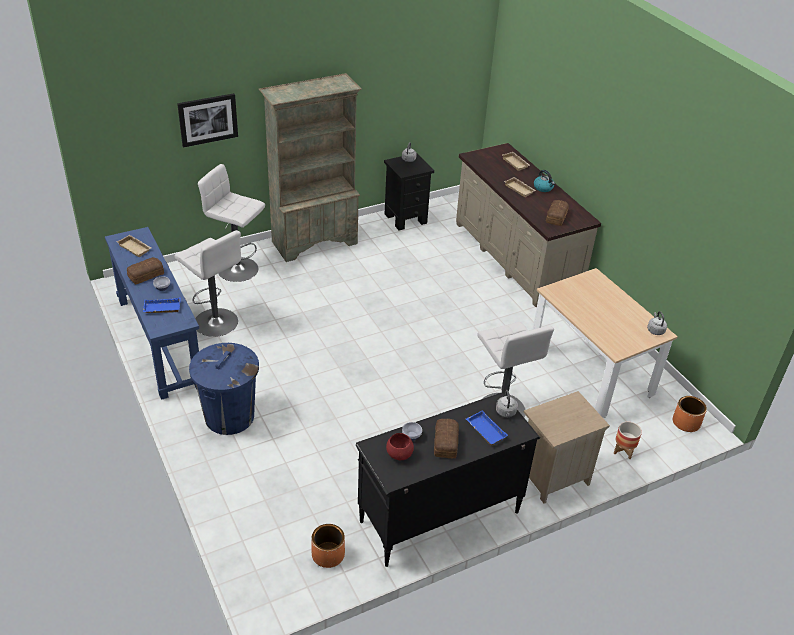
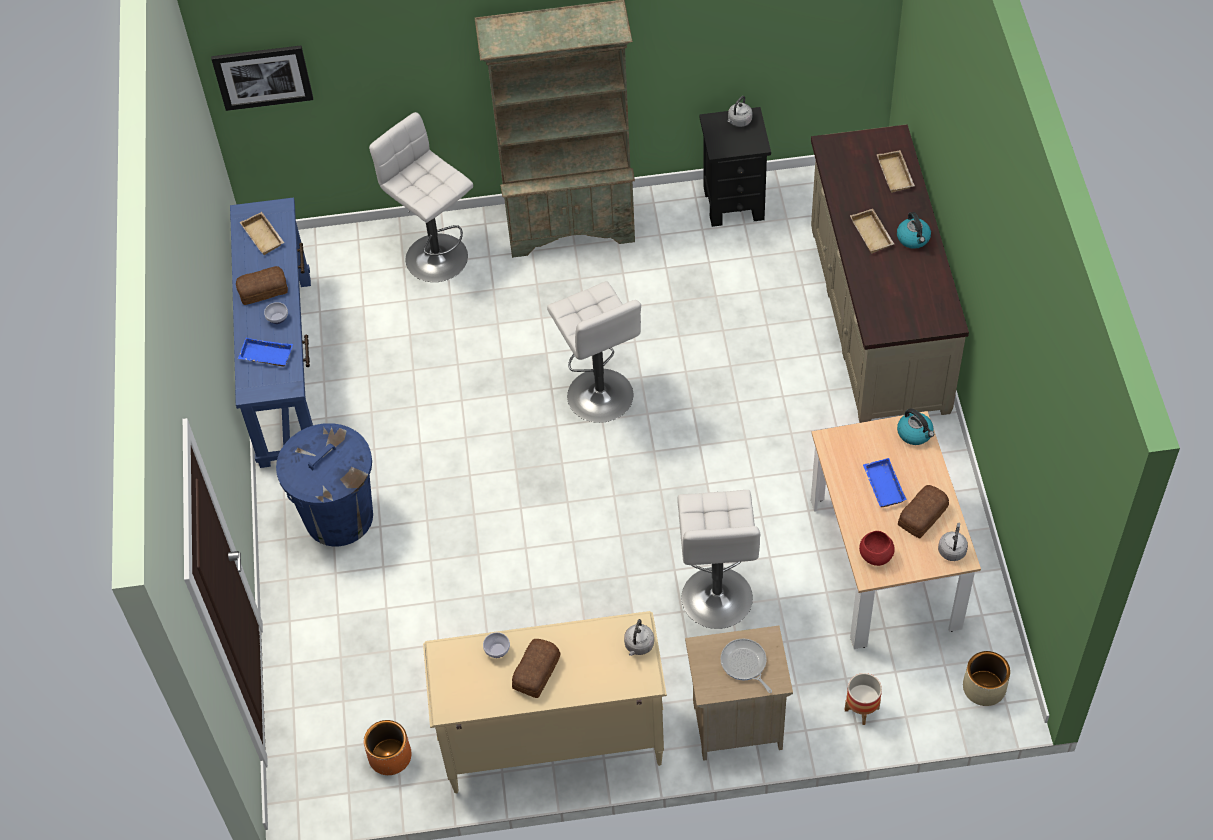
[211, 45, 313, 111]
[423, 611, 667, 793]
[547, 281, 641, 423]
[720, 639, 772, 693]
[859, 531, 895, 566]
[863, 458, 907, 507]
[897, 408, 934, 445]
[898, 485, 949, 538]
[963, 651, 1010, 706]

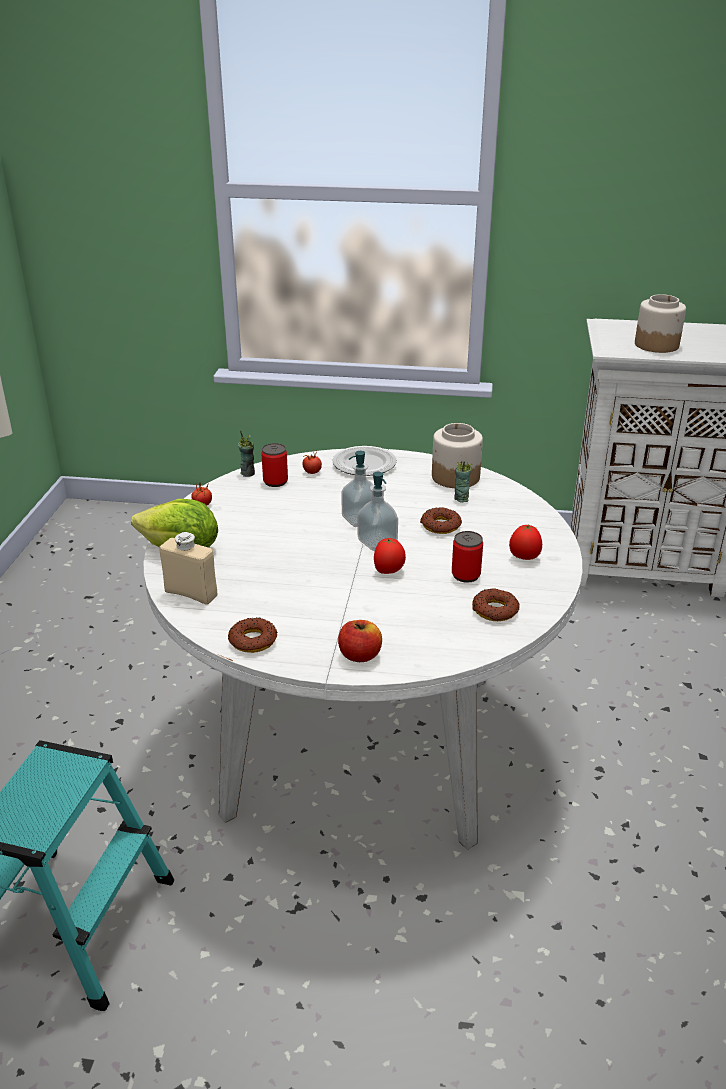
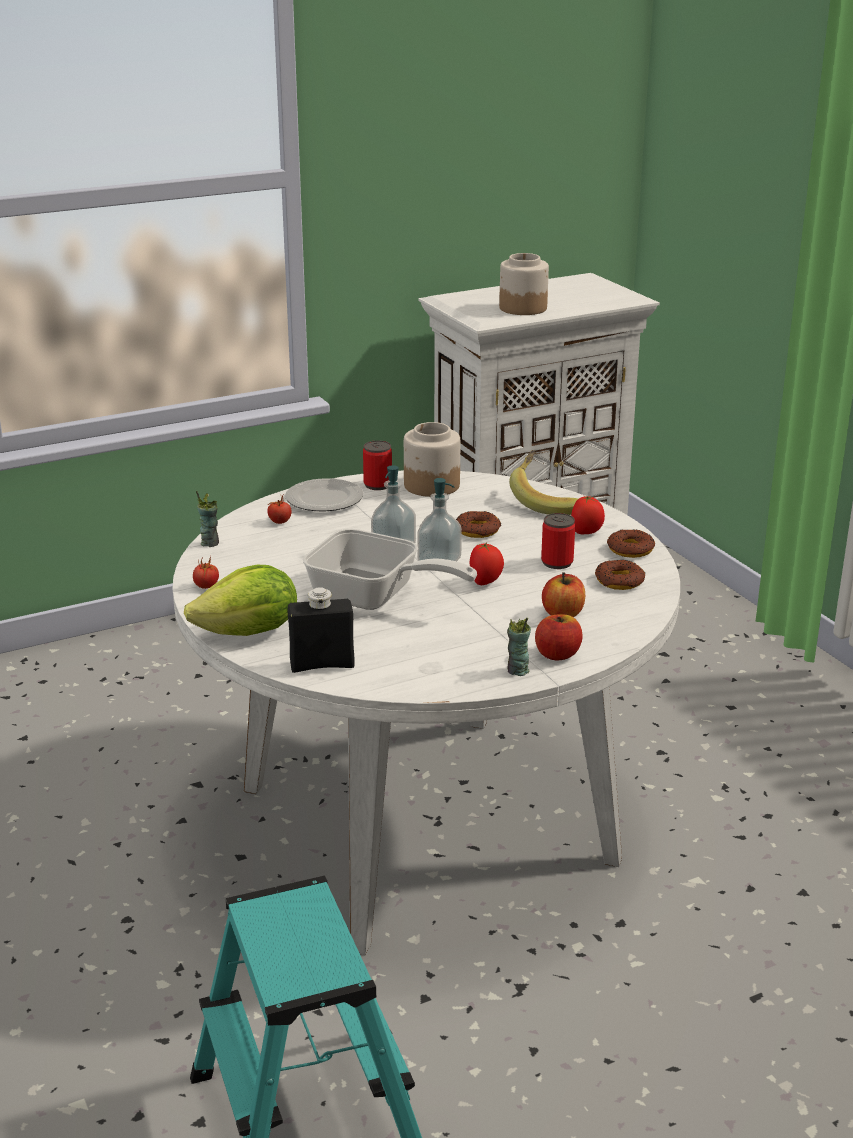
[287, 587, 355, 673]
[303, 529, 477, 610]
[363, 441, 392, 490]
[507, 618, 531, 676]
[509, 450, 578, 515]
[542, 572, 585, 617]
[607, 529, 655, 558]

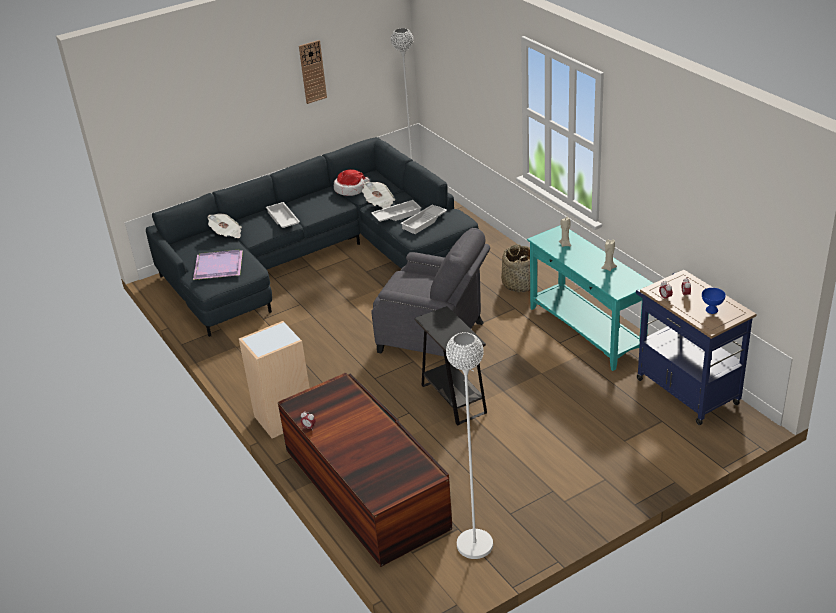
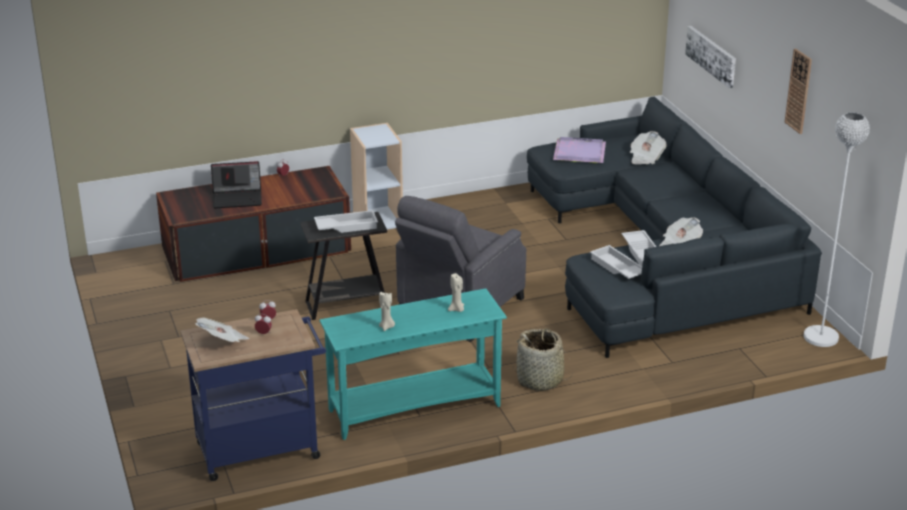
[195, 318, 250, 342]
[211, 161, 262, 208]
[314, 210, 378, 233]
[685, 26, 736, 88]
[334, 169, 369, 196] (first image)
[446, 332, 493, 559] (first image)

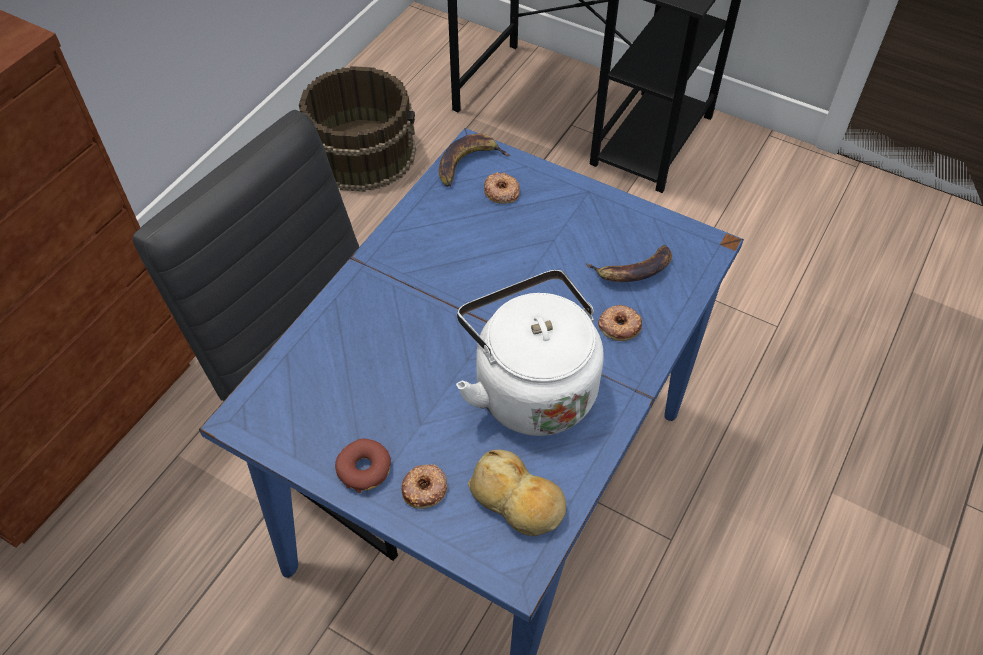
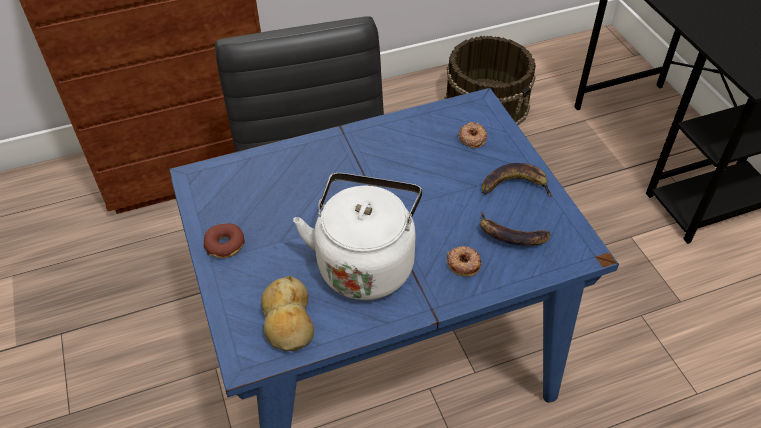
[482, 163, 553, 197]
[401, 464, 447, 509] (first image)

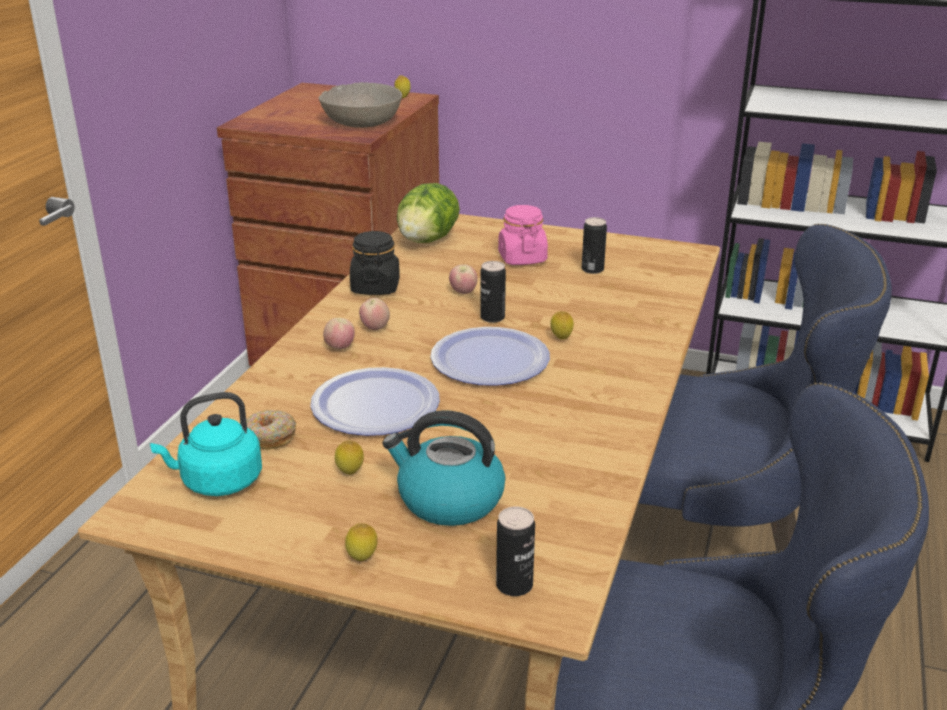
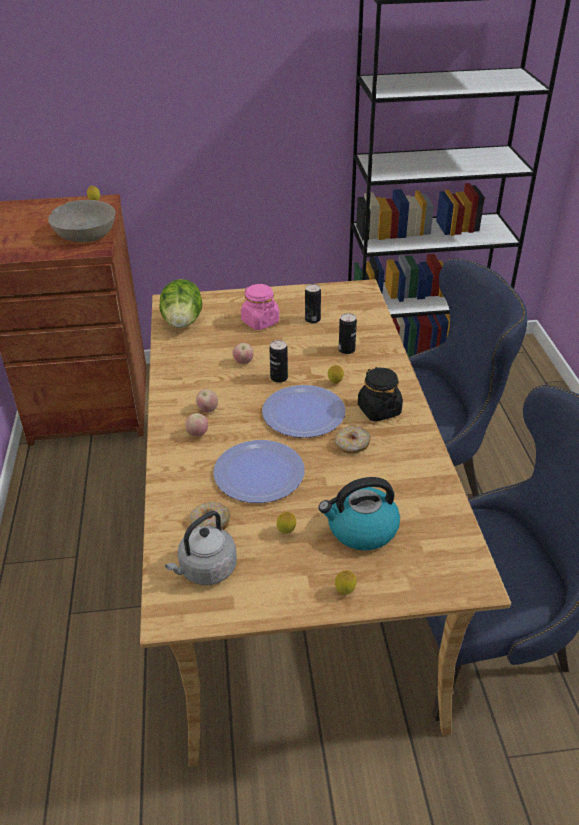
[165, 511, 237, 585]
[335, 426, 371, 454]
[339, 313, 357, 354]
[358, 367, 403, 422]

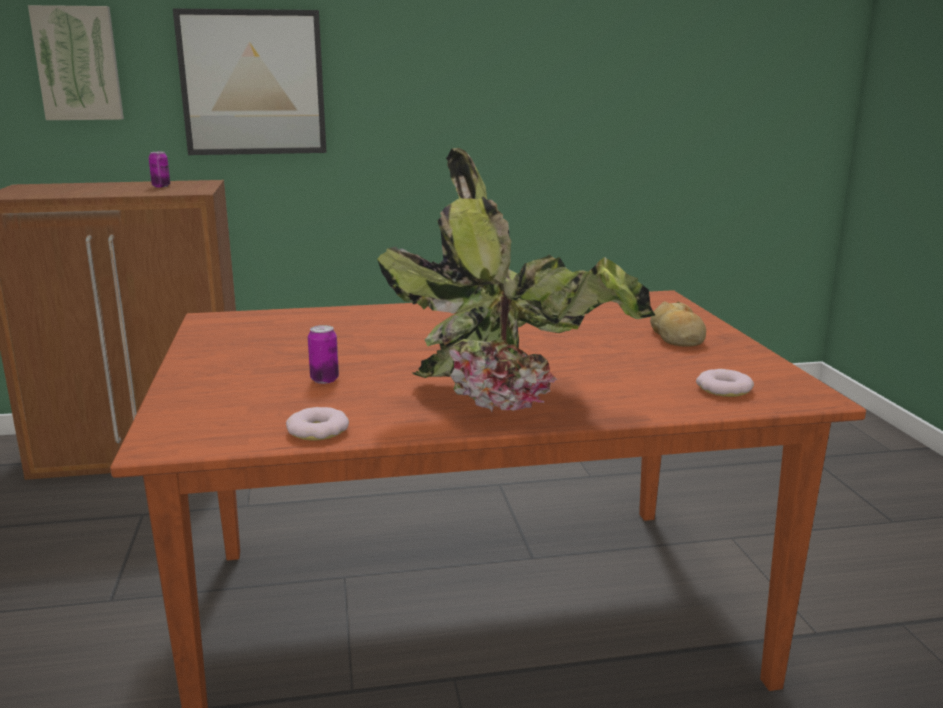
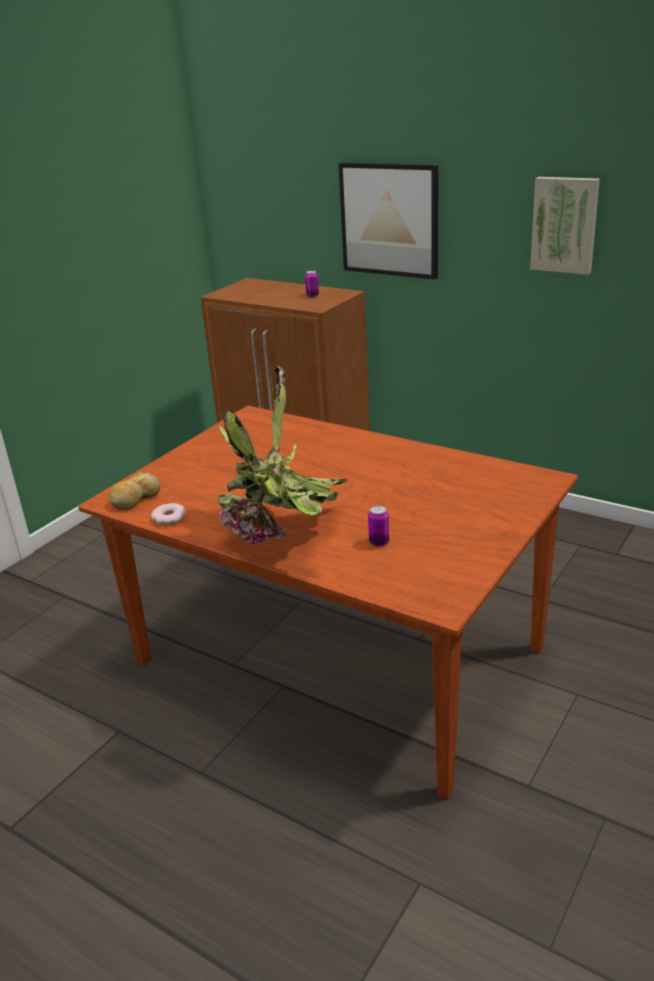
[109, 471, 161, 510]
[368, 506, 389, 547]
[530, 177, 600, 275]
[696, 369, 754, 397] (first image)

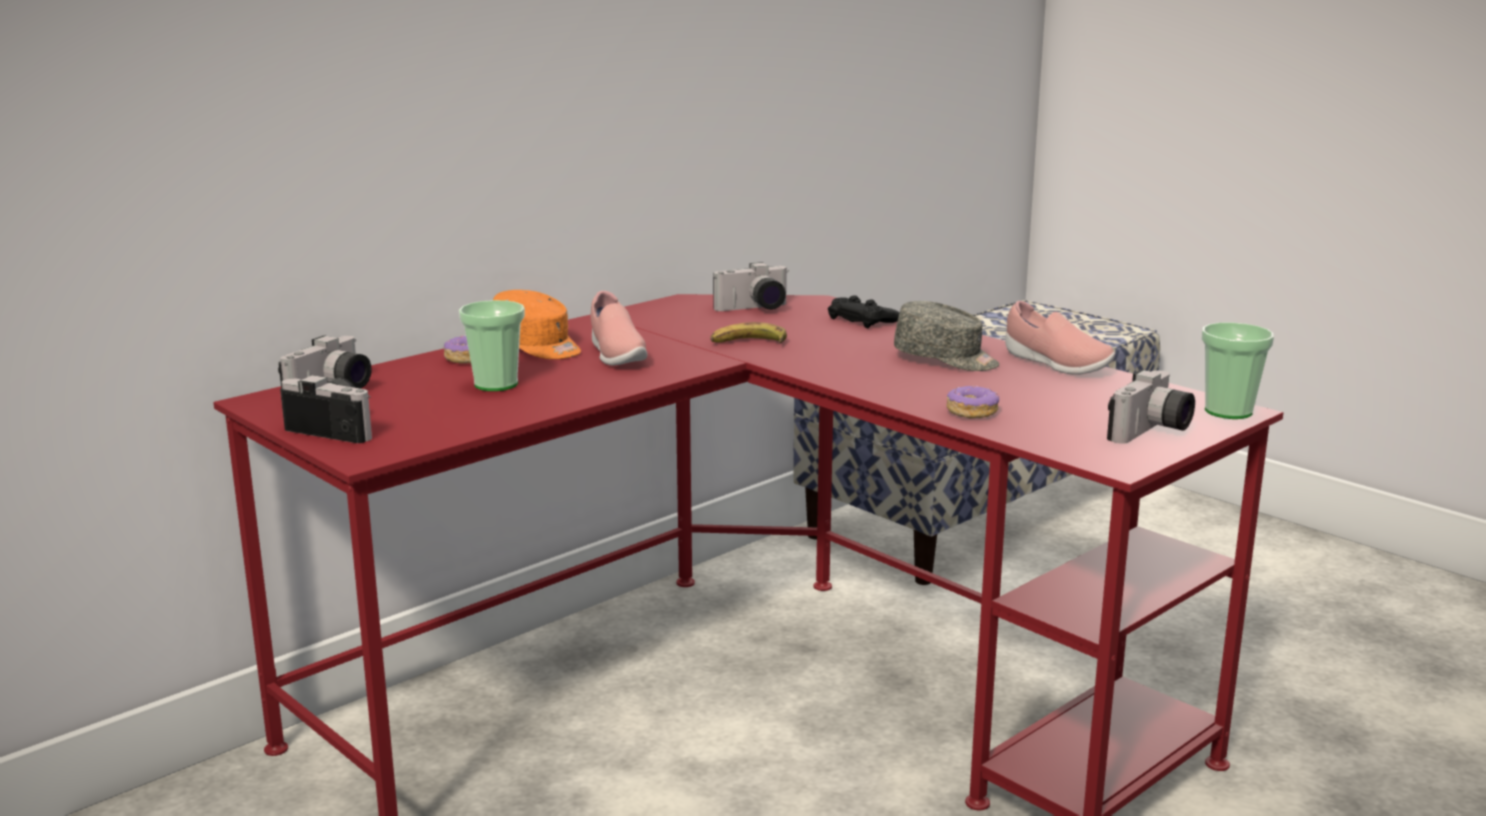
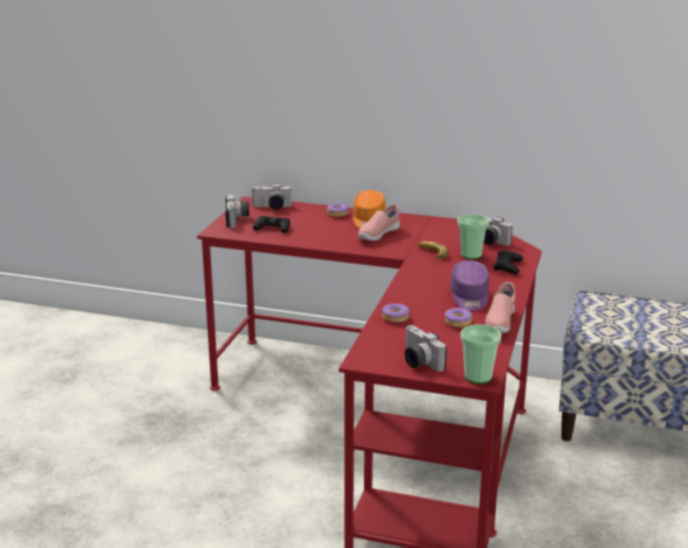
[253, 216, 290, 233]
[405, 325, 447, 372]
[445, 308, 472, 327]
[450, 260, 489, 310]
[457, 214, 489, 259]

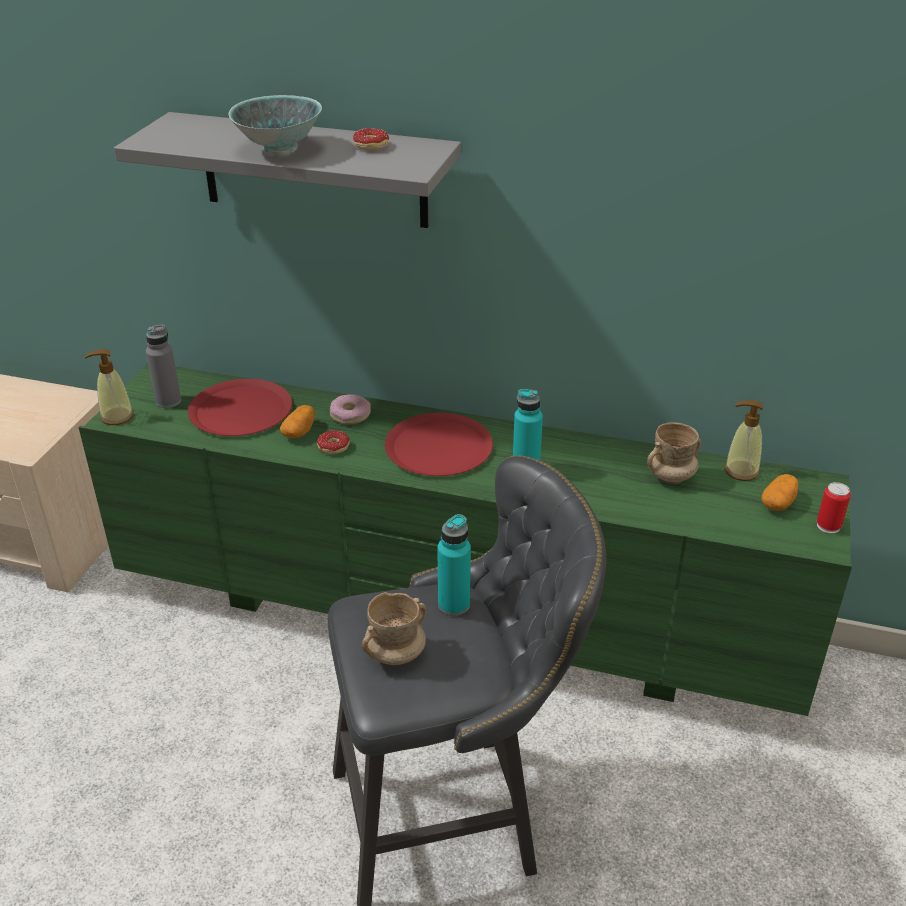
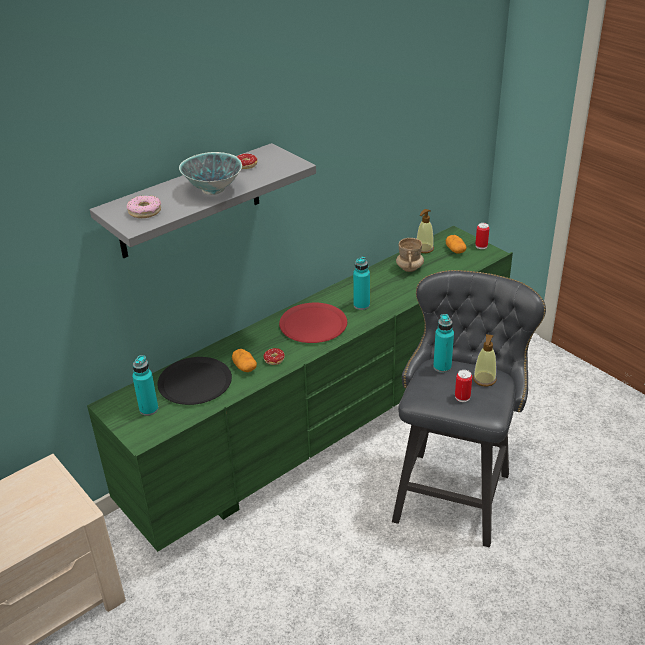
[127, 195, 161, 218]
[132, 355, 158, 416]
[157, 357, 232, 405]
[455, 370, 472, 402]
[473, 334, 497, 387]

